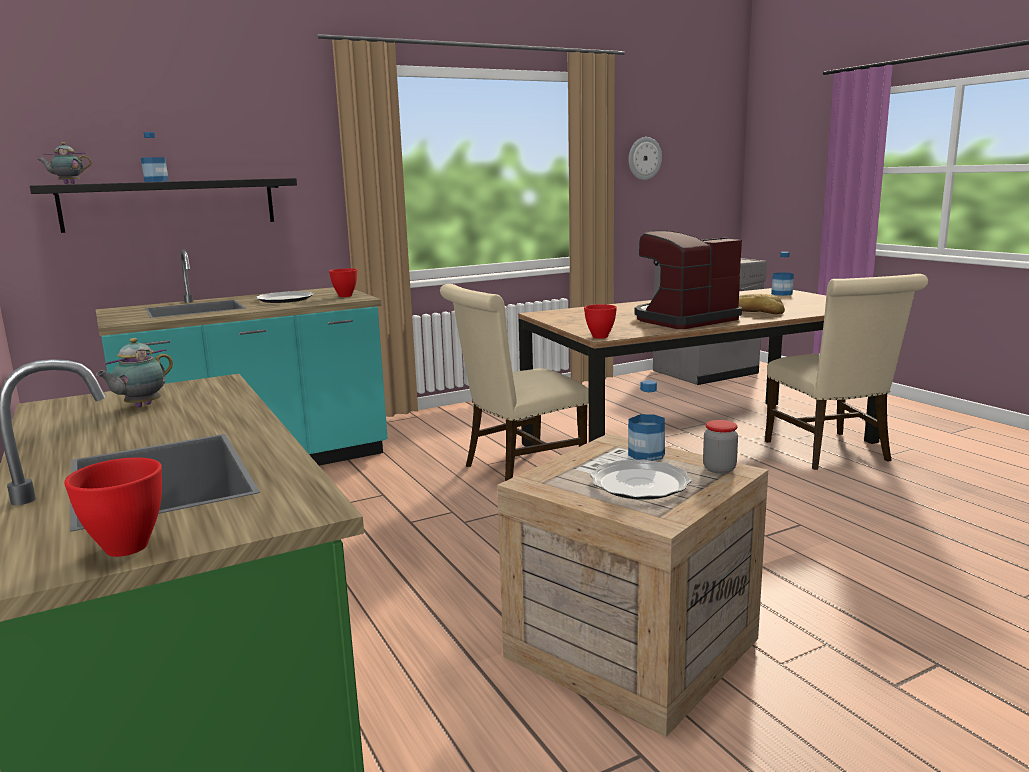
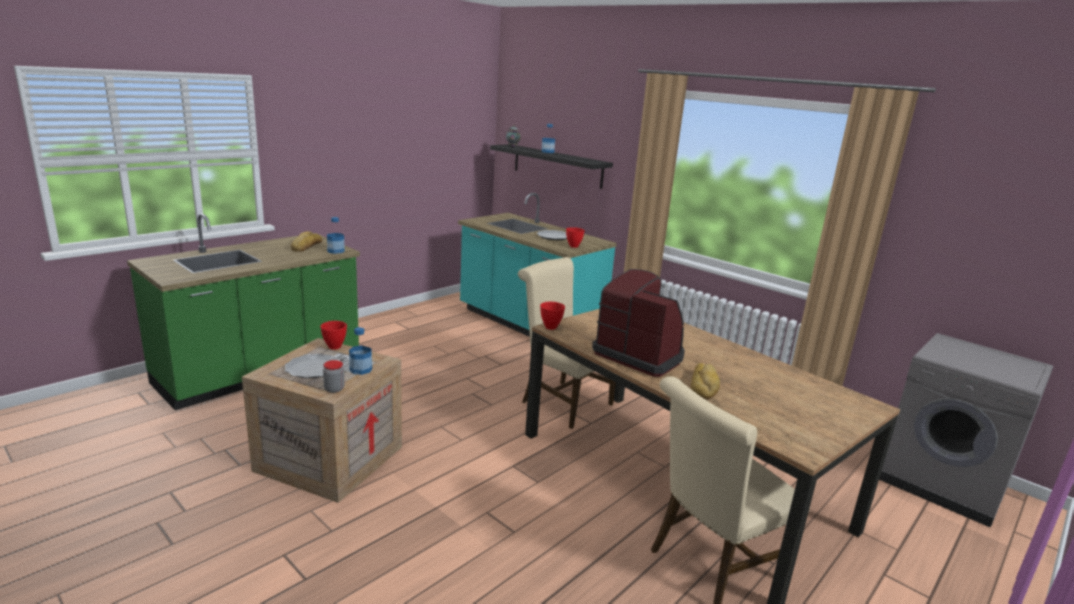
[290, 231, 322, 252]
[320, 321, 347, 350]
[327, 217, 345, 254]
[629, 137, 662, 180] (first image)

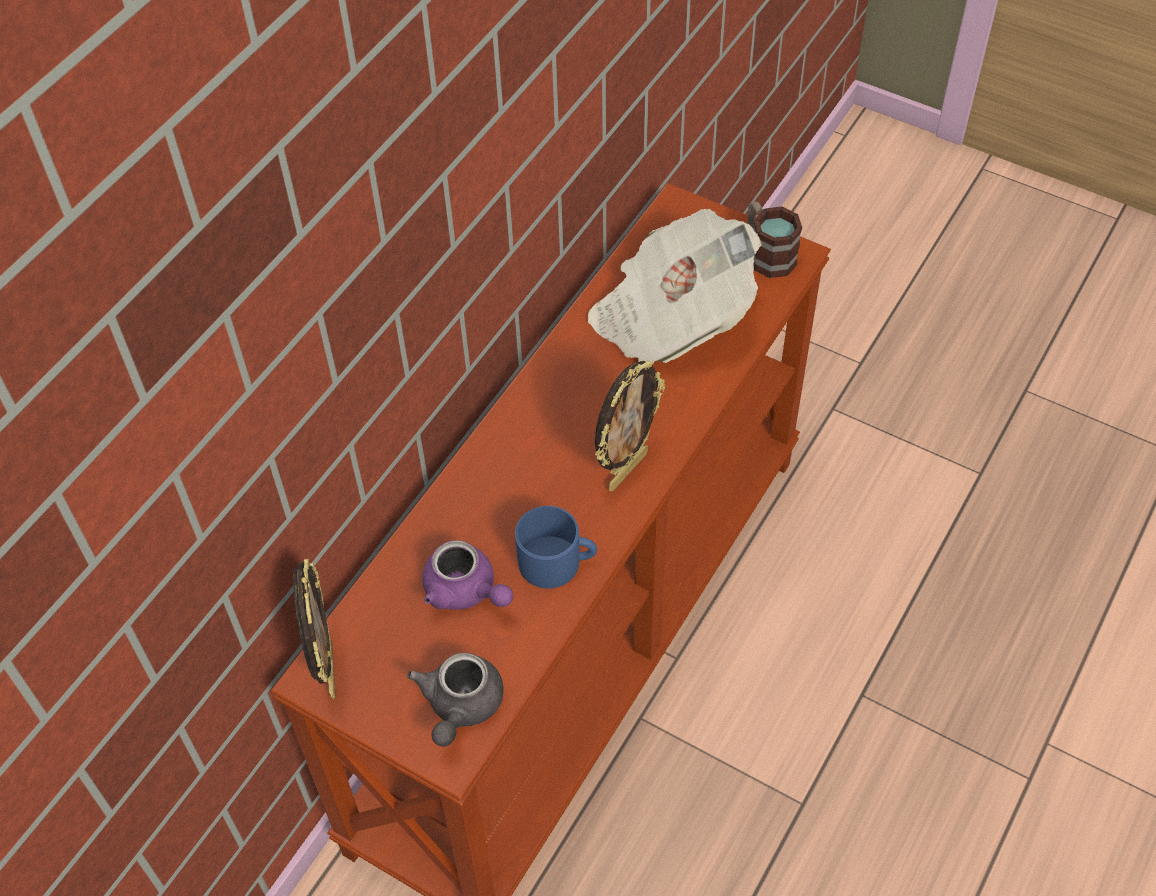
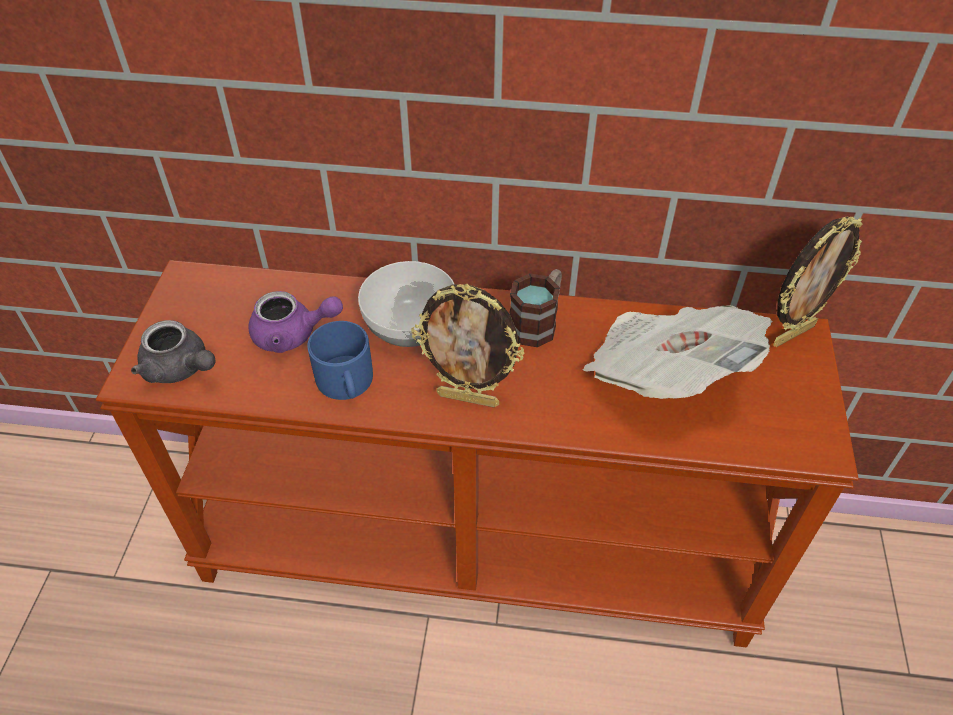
[131, 320, 216, 383]
[248, 291, 343, 353]
[358, 261, 454, 347]
[509, 269, 562, 347]
[773, 216, 863, 347]

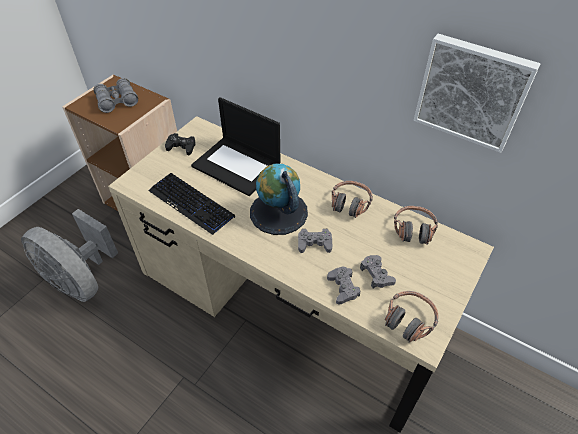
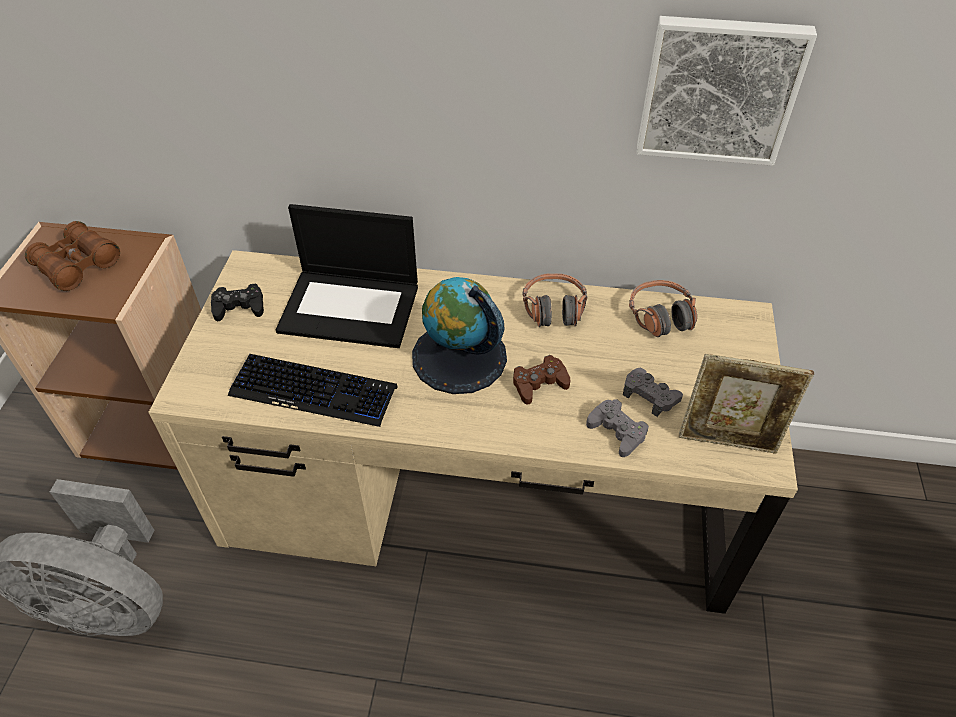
[25, 221, 120, 291]
[513, 355, 570, 405]
[679, 354, 814, 453]

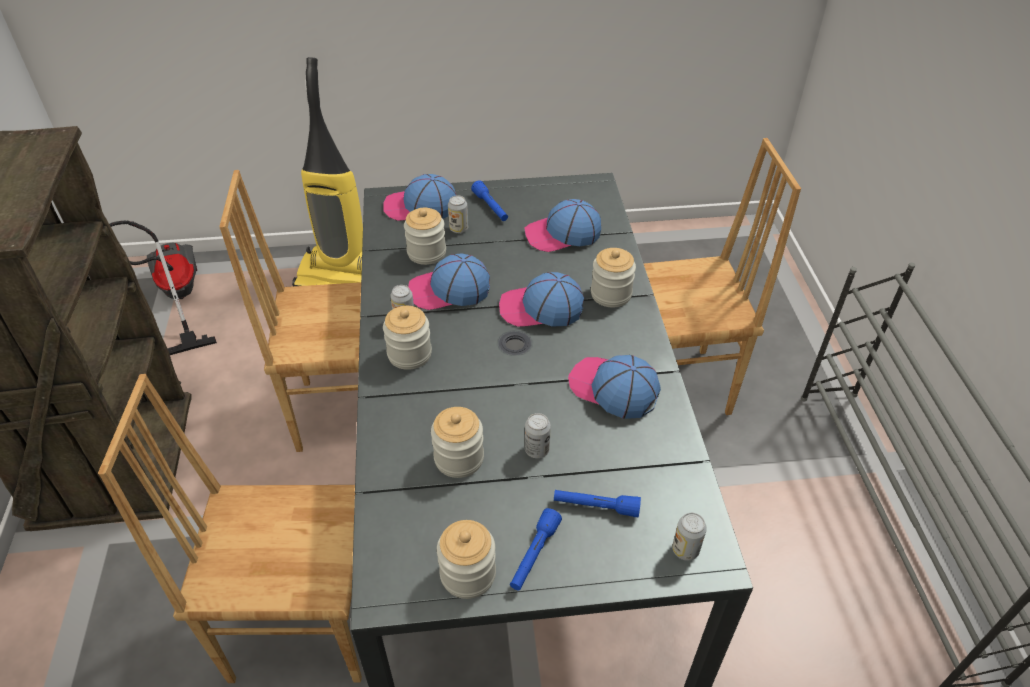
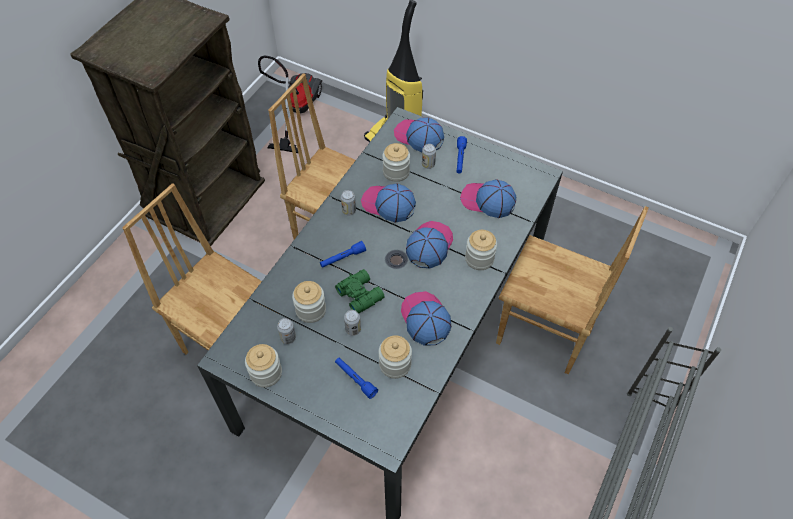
[277, 318, 296, 344]
[320, 241, 366, 268]
[335, 269, 385, 313]
[379, 335, 412, 379]
[406, 221, 453, 268]

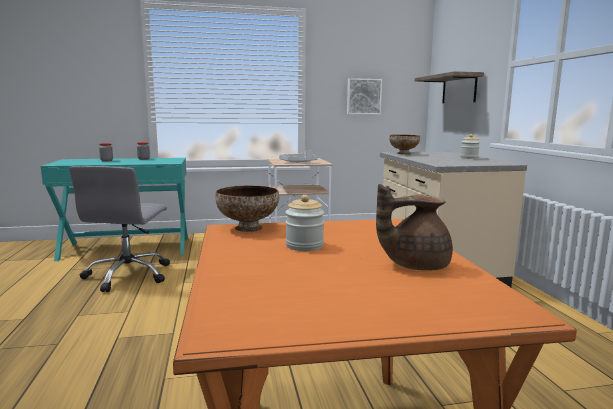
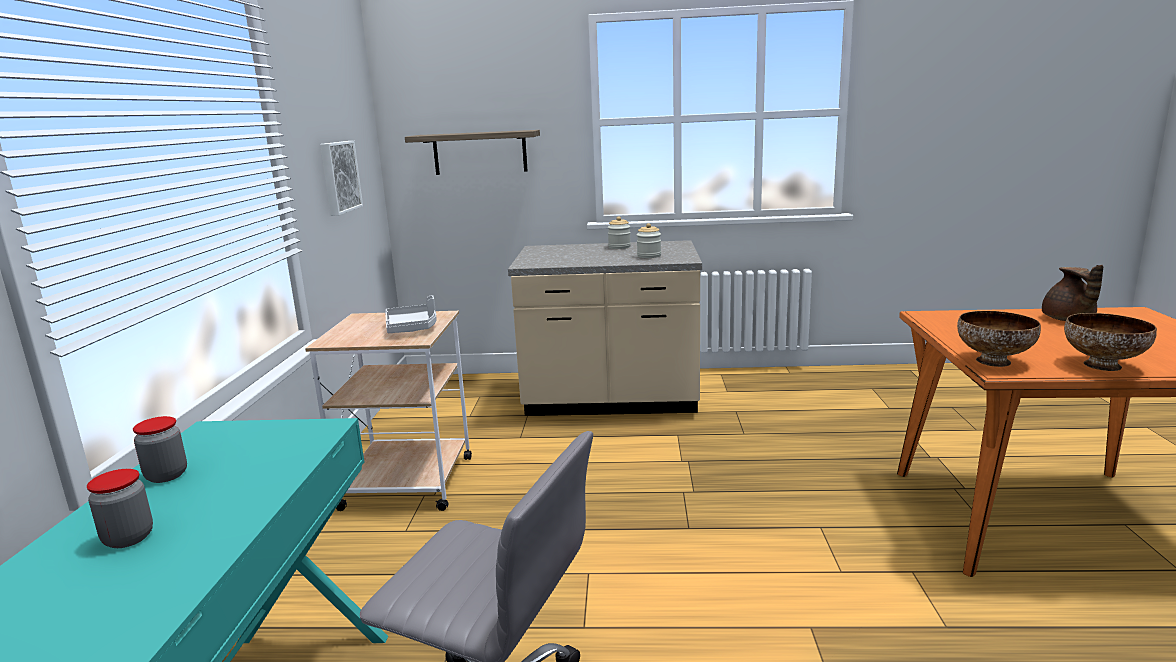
[637, 223, 661, 258]
[1064, 313, 1157, 371]

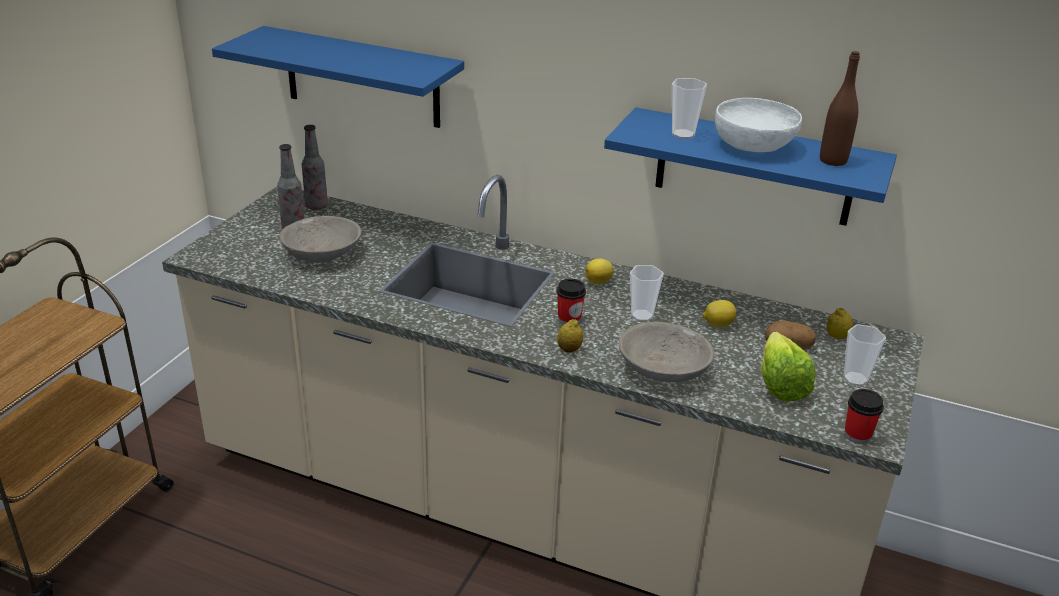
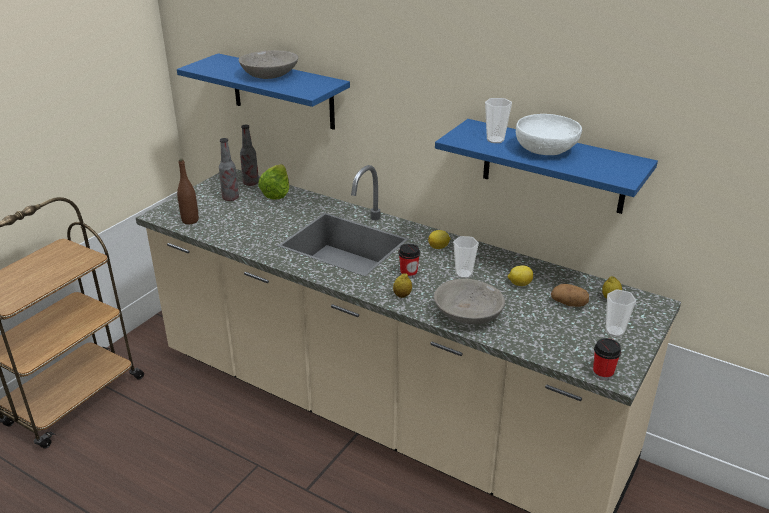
[177, 159, 199, 224]
[239, 50, 298, 79]
[258, 164, 289, 200]

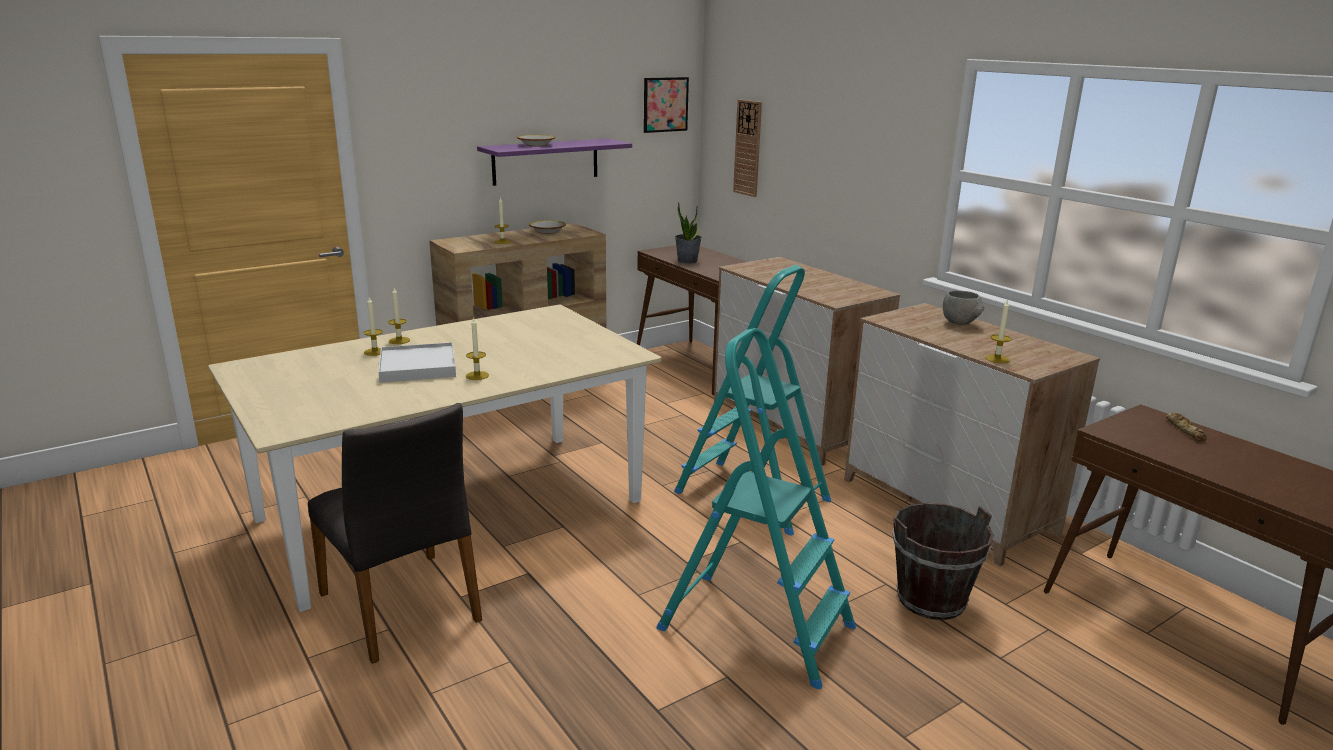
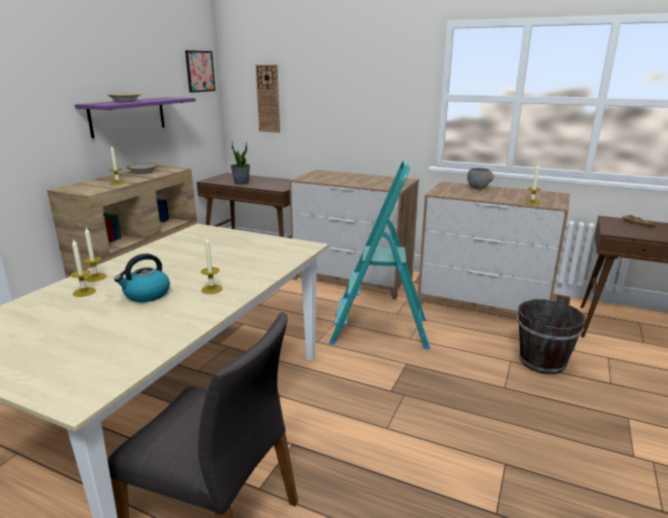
[114, 254, 170, 302]
[656, 328, 856, 689] (first image)

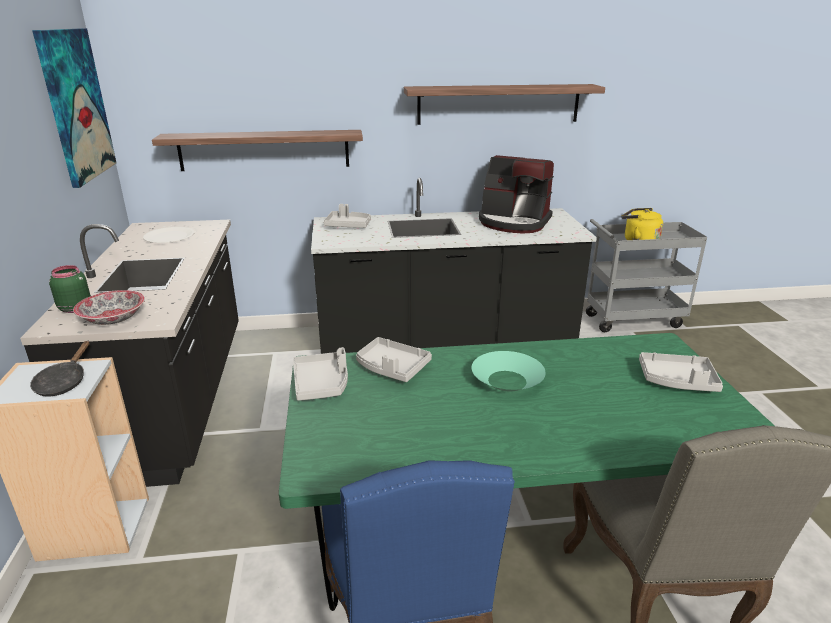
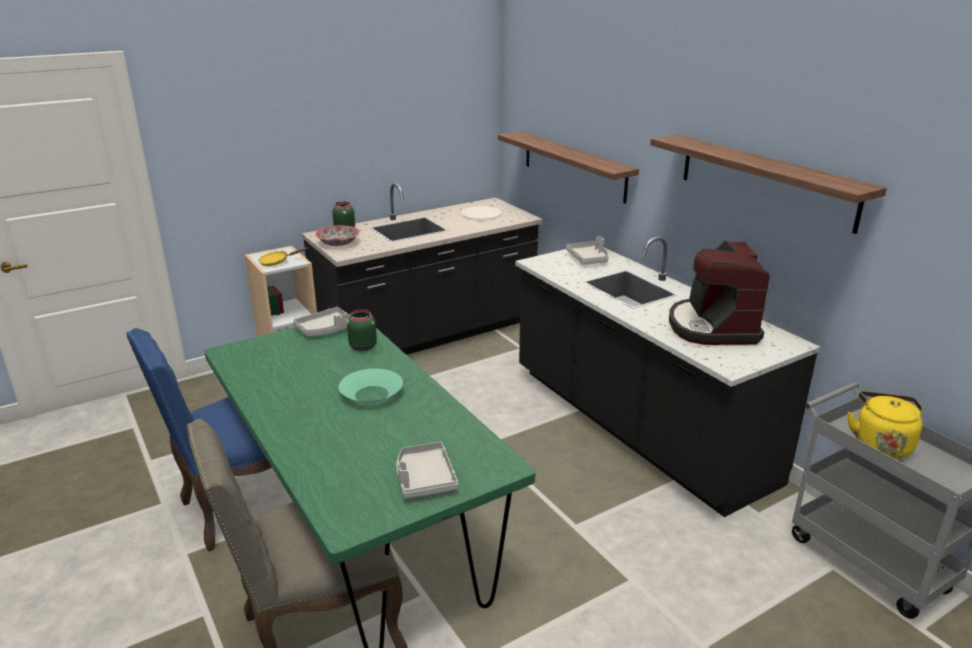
[258, 247, 308, 266]
[347, 309, 377, 352]
[32, 28, 117, 188] (first image)

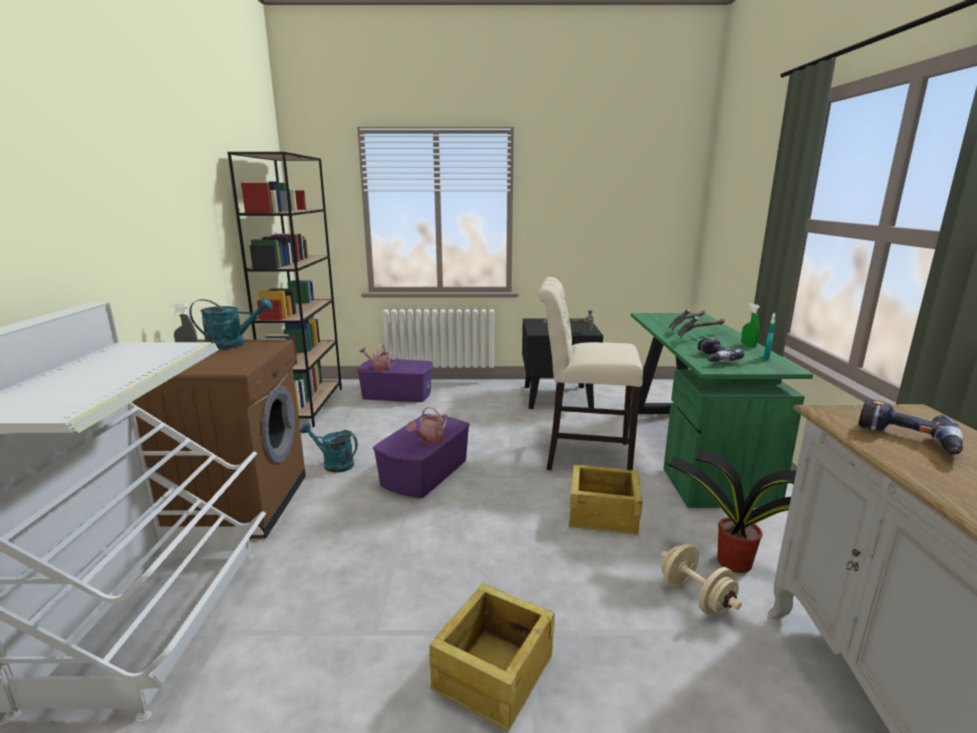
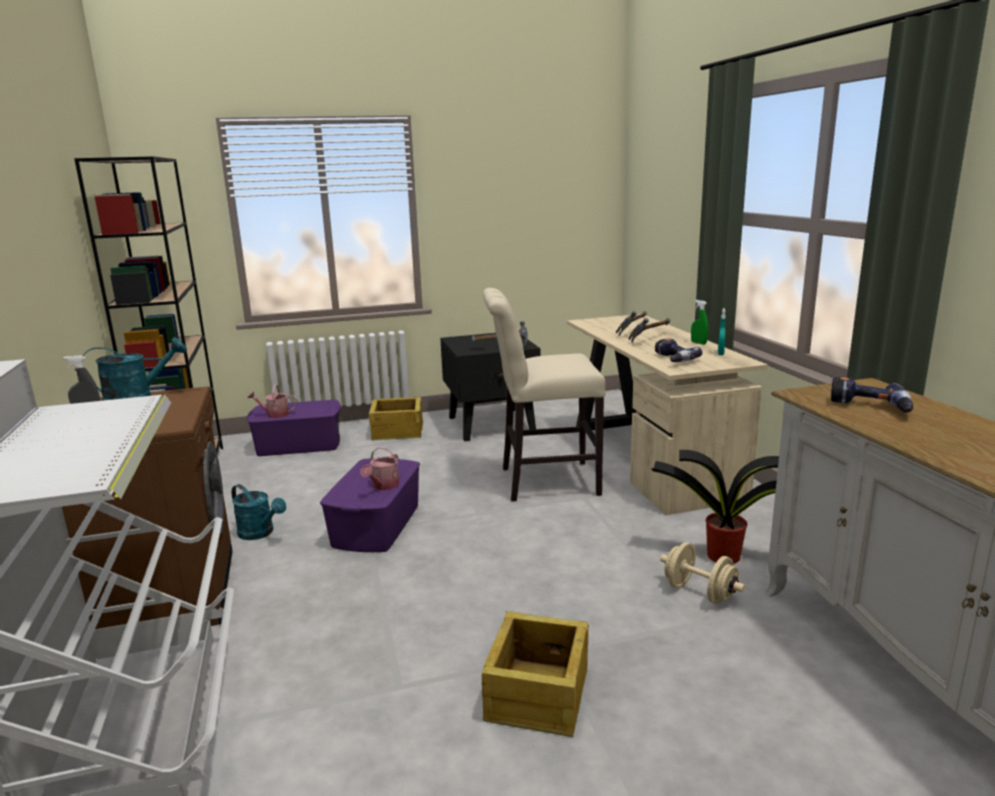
[232, 484, 286, 540]
[369, 397, 423, 440]
[567, 314, 768, 515]

